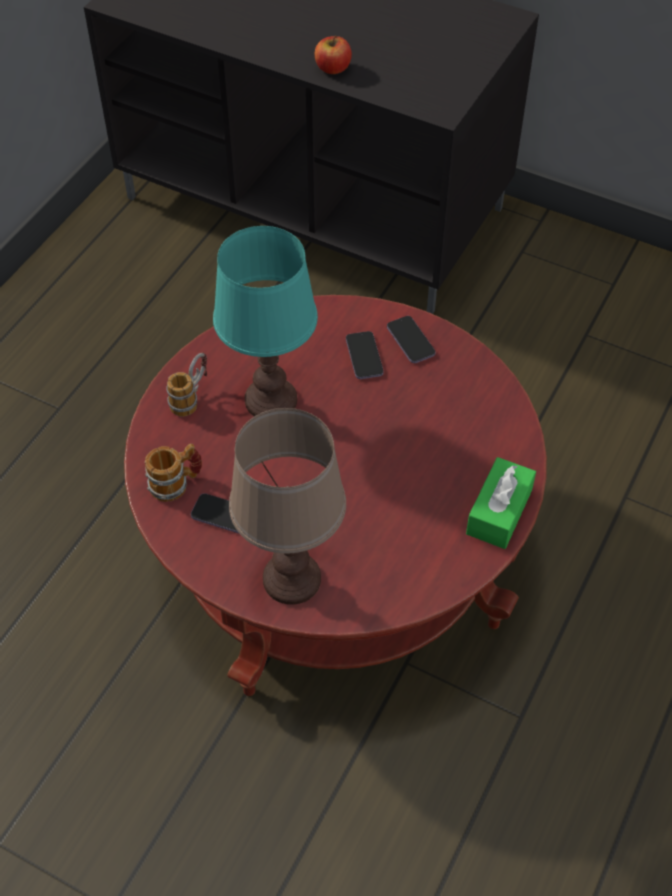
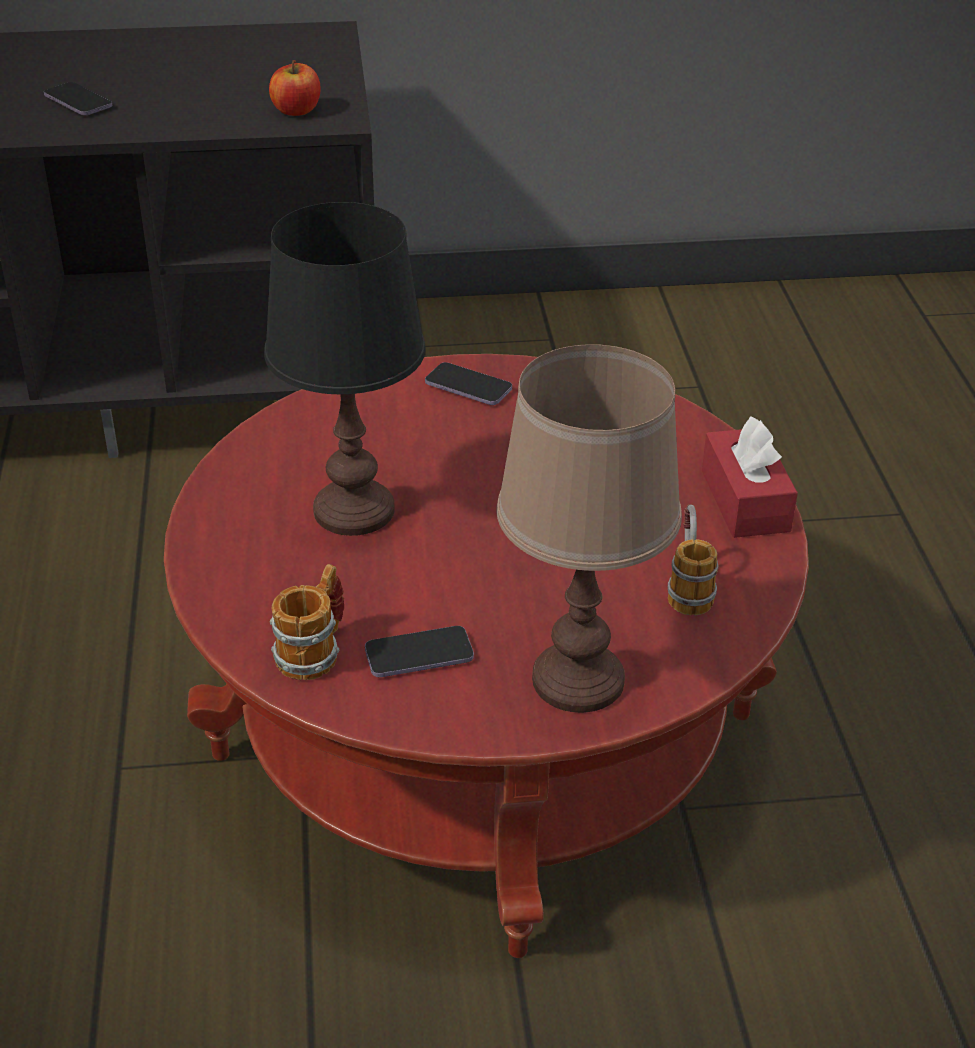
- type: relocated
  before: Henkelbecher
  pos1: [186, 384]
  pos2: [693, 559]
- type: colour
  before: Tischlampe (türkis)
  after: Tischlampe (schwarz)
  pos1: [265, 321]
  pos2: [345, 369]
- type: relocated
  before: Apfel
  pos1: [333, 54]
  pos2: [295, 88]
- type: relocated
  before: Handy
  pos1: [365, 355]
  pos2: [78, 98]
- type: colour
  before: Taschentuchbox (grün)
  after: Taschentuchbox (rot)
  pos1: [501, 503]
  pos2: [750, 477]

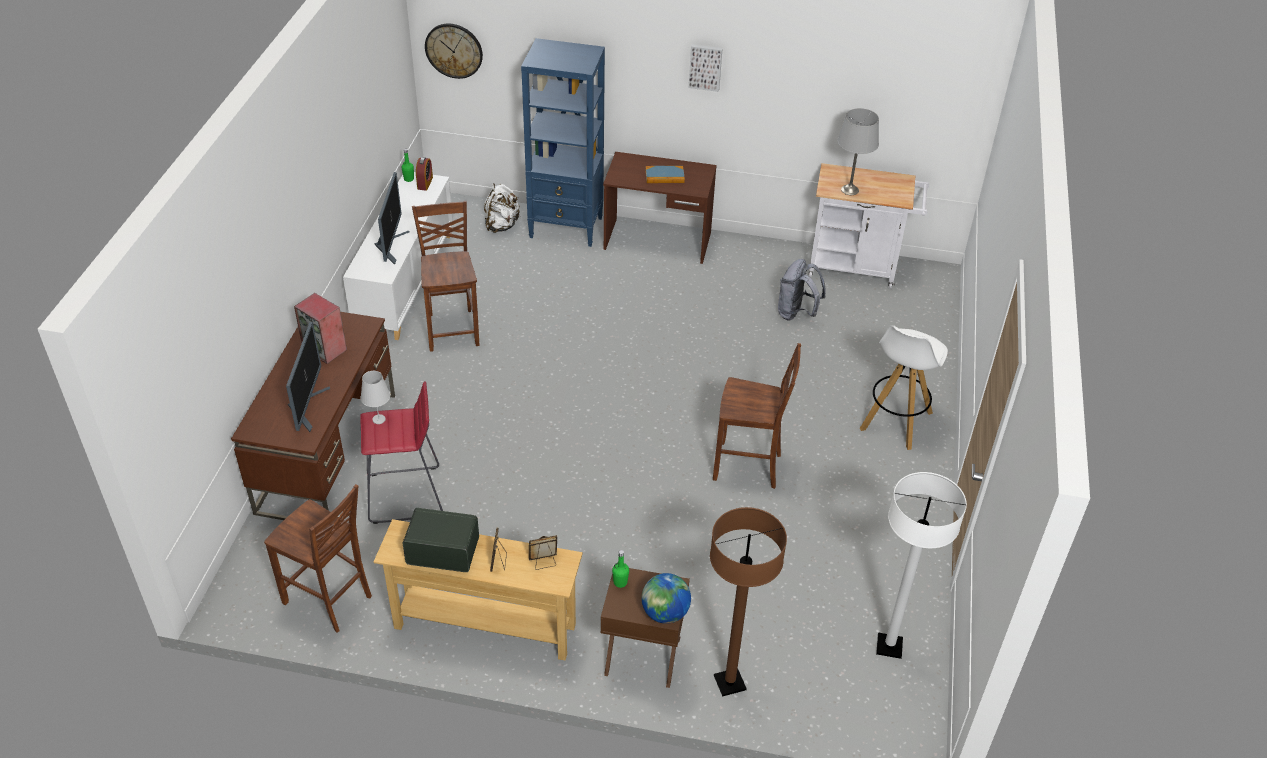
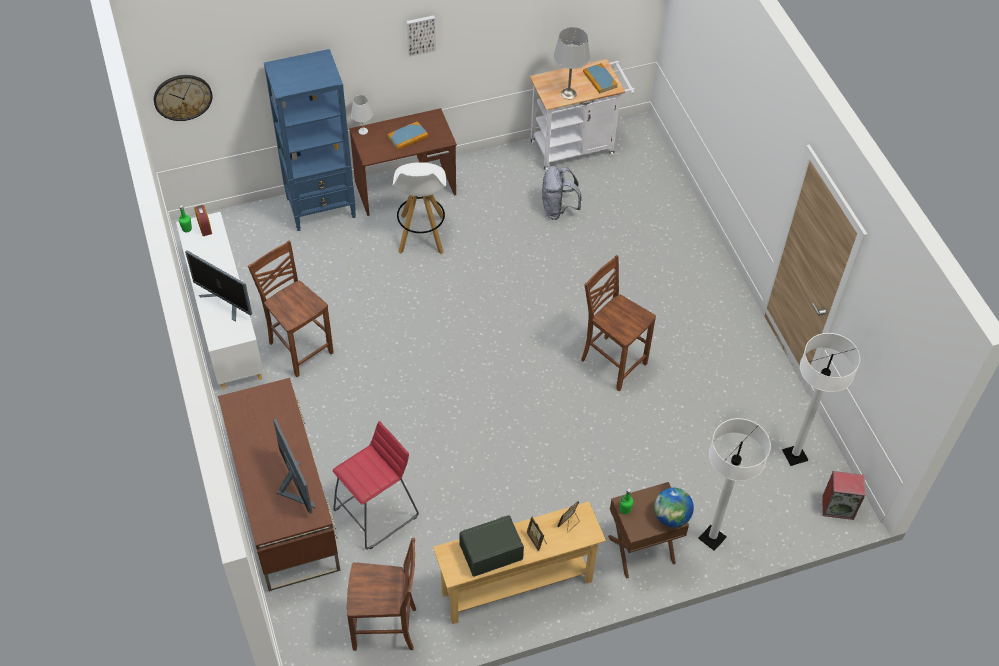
- type: relocated
  before: Lautsprecher
  pos1: [320, 328]
  pos2: [843, 495]
- type: relocated
  before: Tischlampe (weiß)
  pos1: [375, 397]
  pos2: [362, 115]
- type: spun
  before: Monitor
  pos1: [391, 218]
  pos2: [218, 285]
  turn: 150
- type: missing
  before: Rucksack (weiß)
  pos1: [502, 208]
- type: colour
  before: Stehlampe (braun)
  after: Stehlampe (weiß)
  pos1: [748, 602]
  pos2: [734, 484]
- type: spun
  before: Stuhl (braun)
  pos1: [757, 416]
  pos2: [618, 323]
  turn: -120
- type: relocated
  before: Hocker (weiß)
  pos1: [904, 387]
  pos2: [419, 208]
- type: appeared
  after: Buch
  pos2: [600, 78]

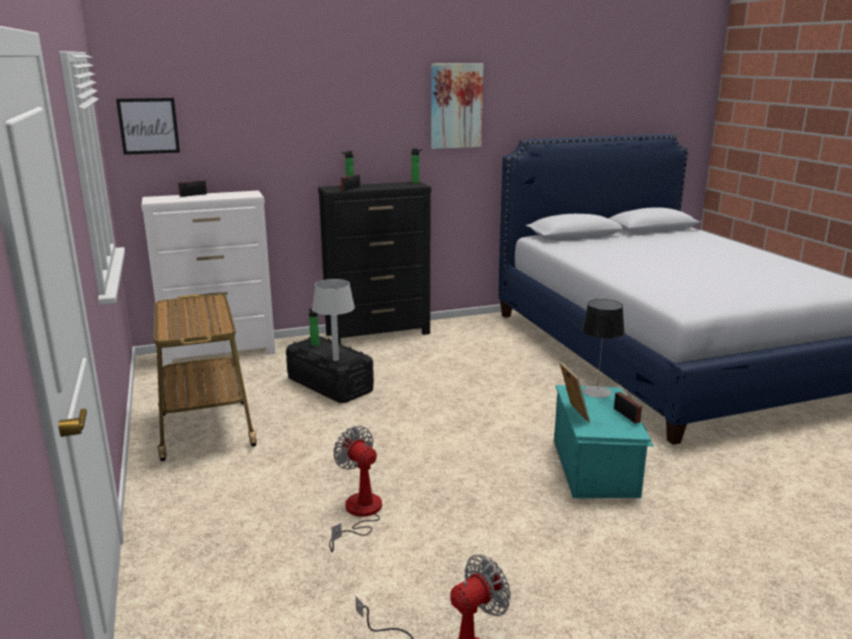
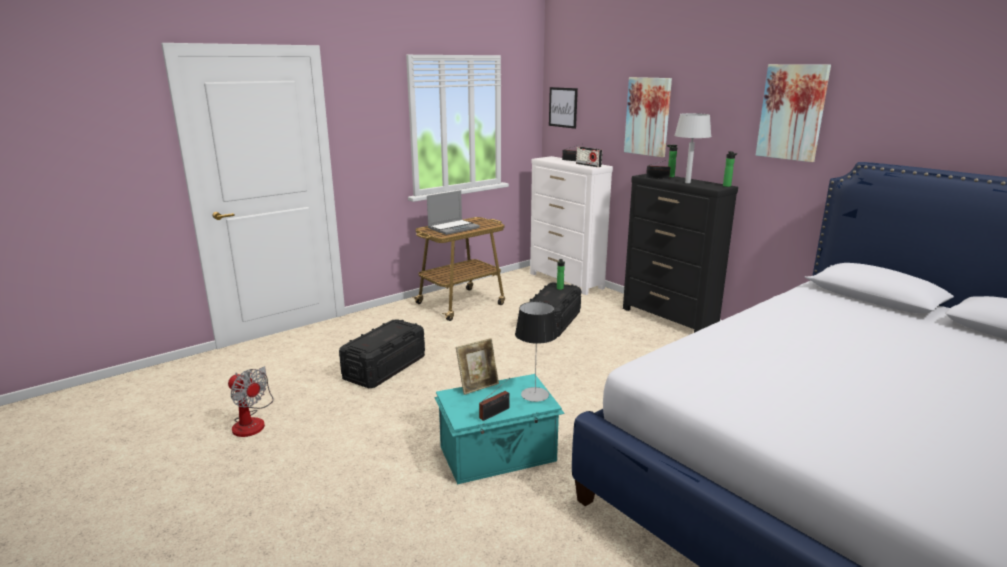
- type: relocated
  before: Tischlampe (grau)
  pos1: [333, 320]
  pos2: [692, 148]
- type: exchanged
  before: Ventilator
  after: Aufbewahrungsbox (schwarz)
  pos1: [355, 489]
  pos2: [382, 353]
- type: appeared
  after: Laptop
  pos2: [453, 212]
- type: appeared
  after: Radio
  pos2: [589, 157]
- type: appeared
  after: Bild
  pos2: [648, 117]

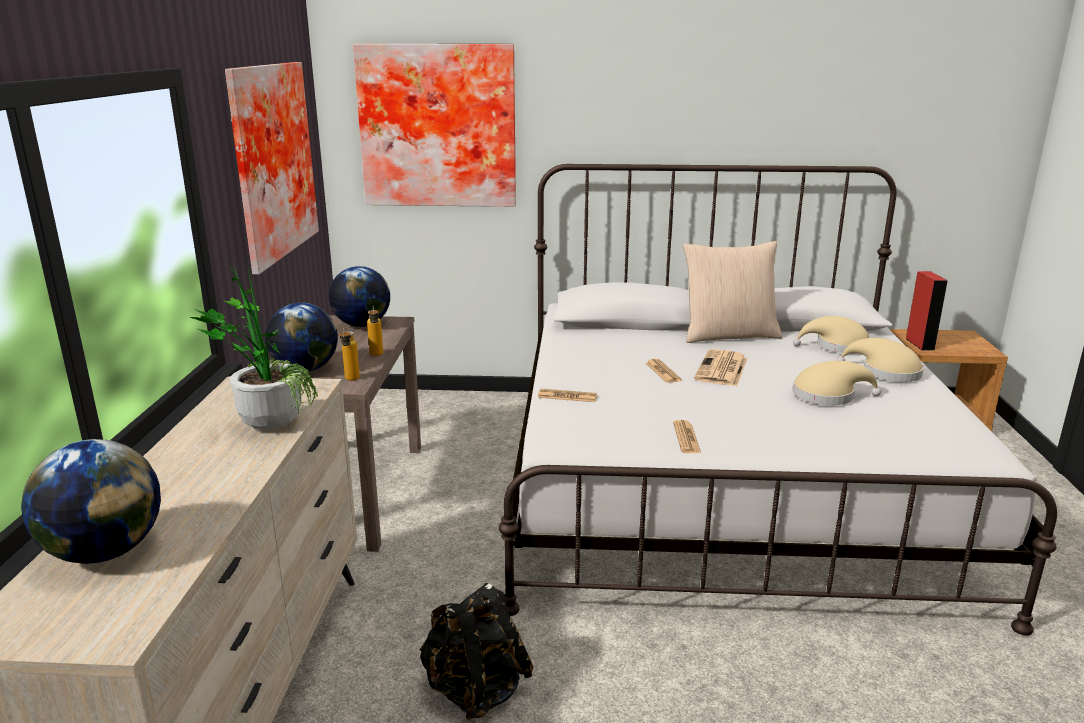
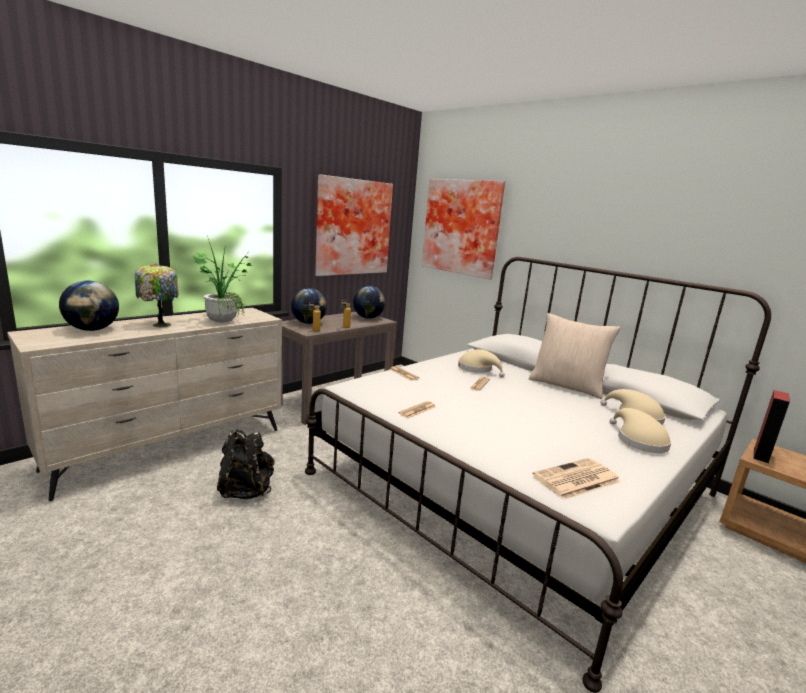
- type: relocated
  before: Zeitung
  pos1: [721, 367]
  pos2: [576, 479]
- type: relocated
  before: Hut (beige)
  pos1: [836, 383]
  pos2: [481, 363]
- type: appeared
  after: Tischlampe
  pos2: [156, 296]

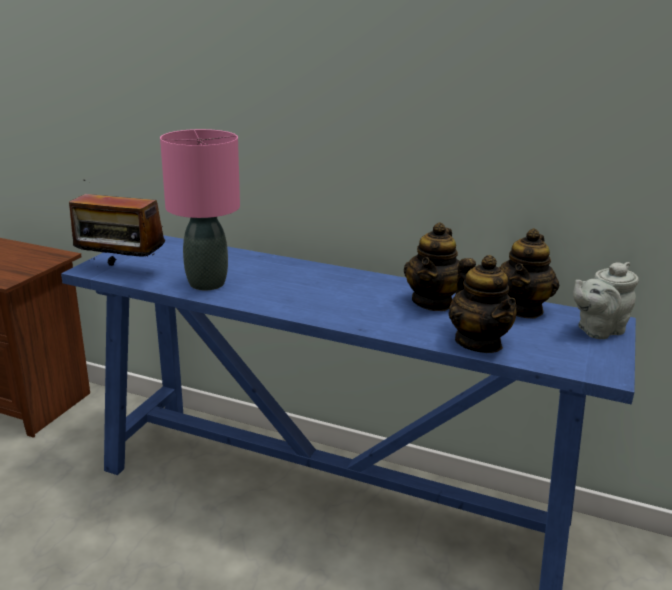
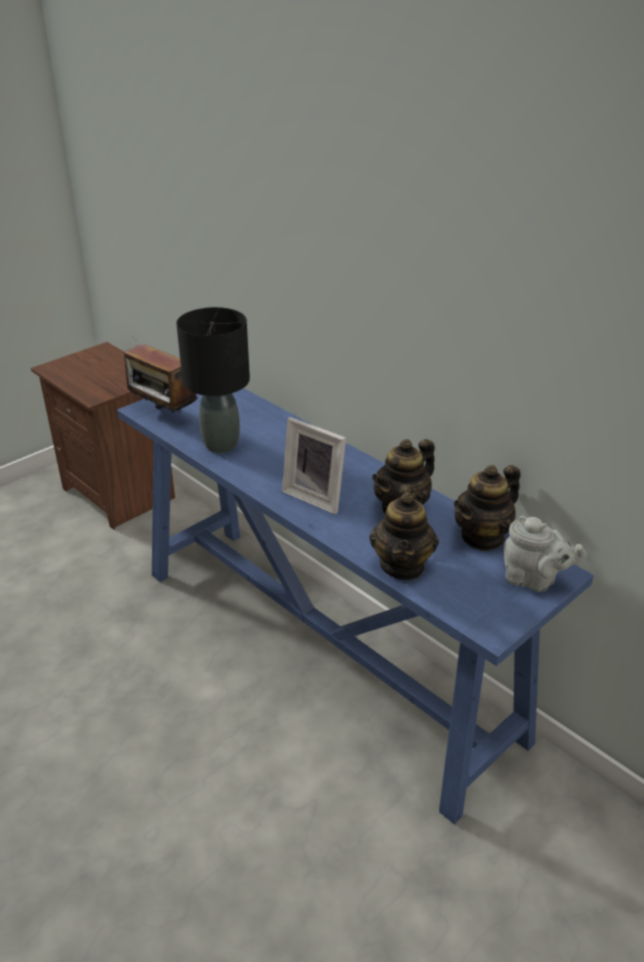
- type: colour
  before: Tischlampe (rosa)
  after: Tischlampe (schwarz)
  pos1: [200, 209]
  pos2: [213, 380]
- type: spun
  before: Teekanne (grau)
  pos1: [606, 300]
  pos2: [545, 554]
  turn: -150
- type: appeared
  after: Bilderrahmen
  pos2: [314, 465]

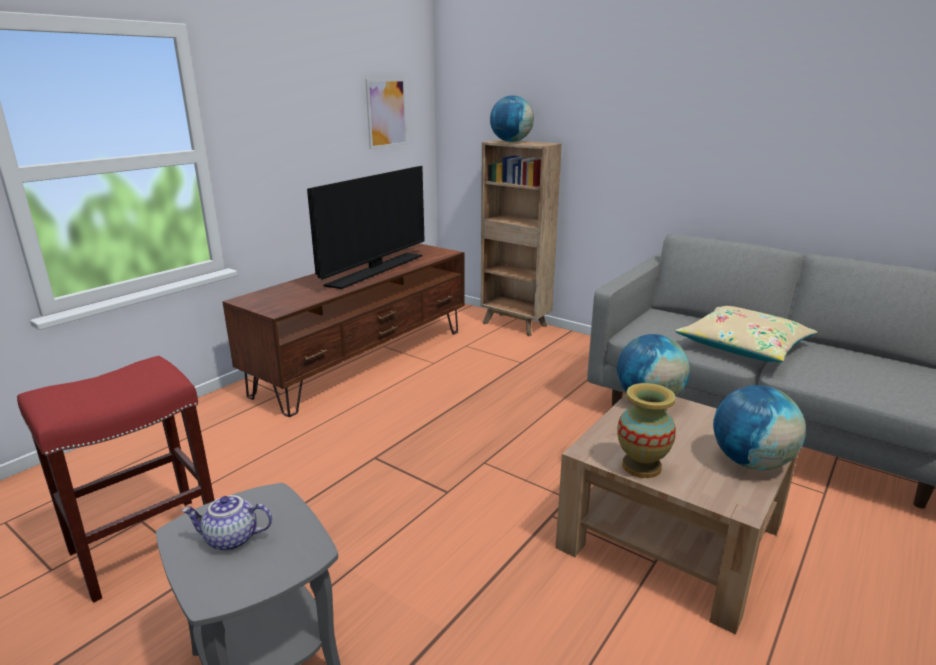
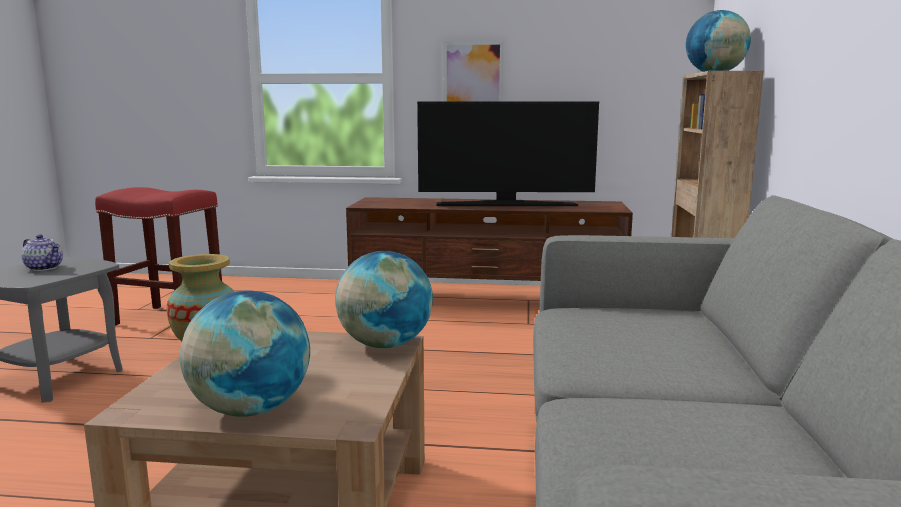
- type: spun
  before: Teekanne
  pos1: [227, 523]
  pos2: [42, 252]
  turn: 150
- type: relocated
  before: Bild
  pos1: [386, 113]
  pos2: [473, 71]
- type: missing
  before: Kissen (beige)
  pos1: [746, 334]

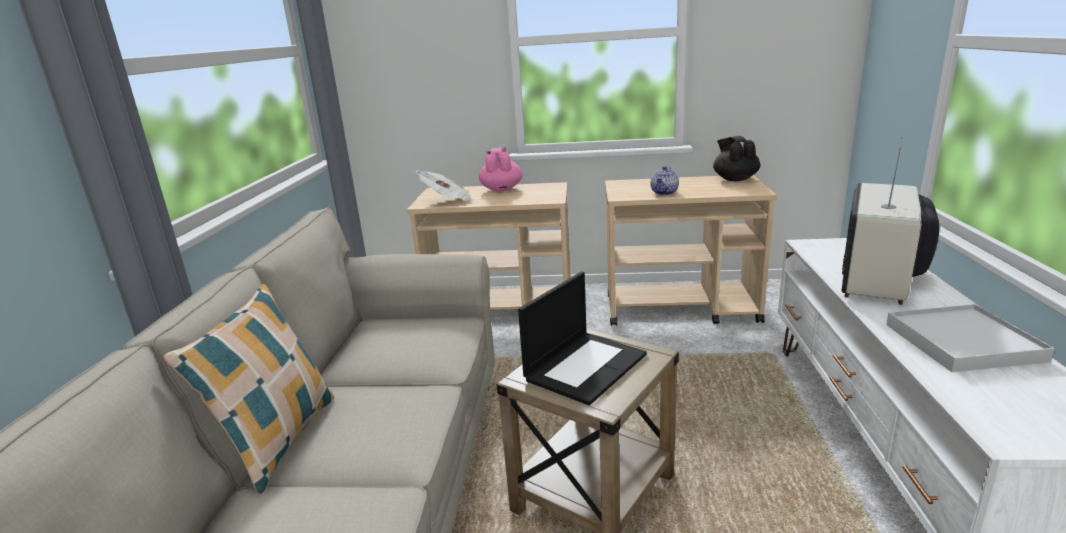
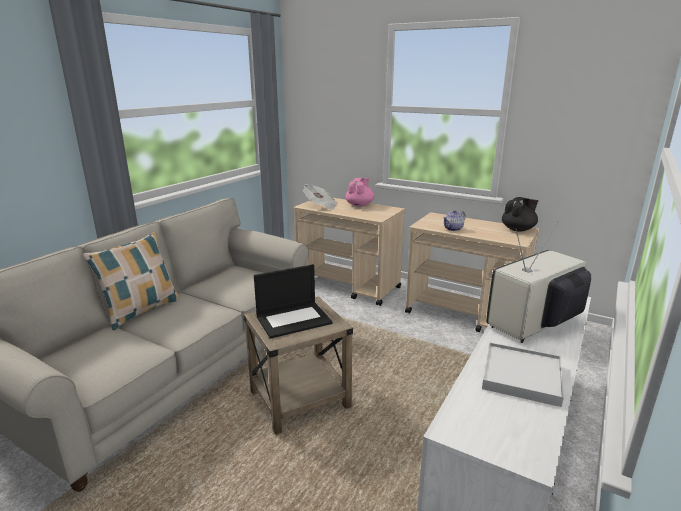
- type: spun
  before: Teekanne (schwarz)
  pos1: [736, 158]
  pos2: [520, 214]
  turn: 45

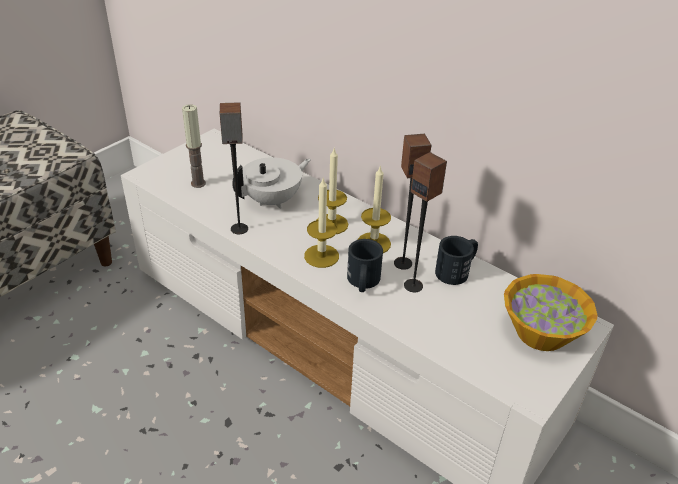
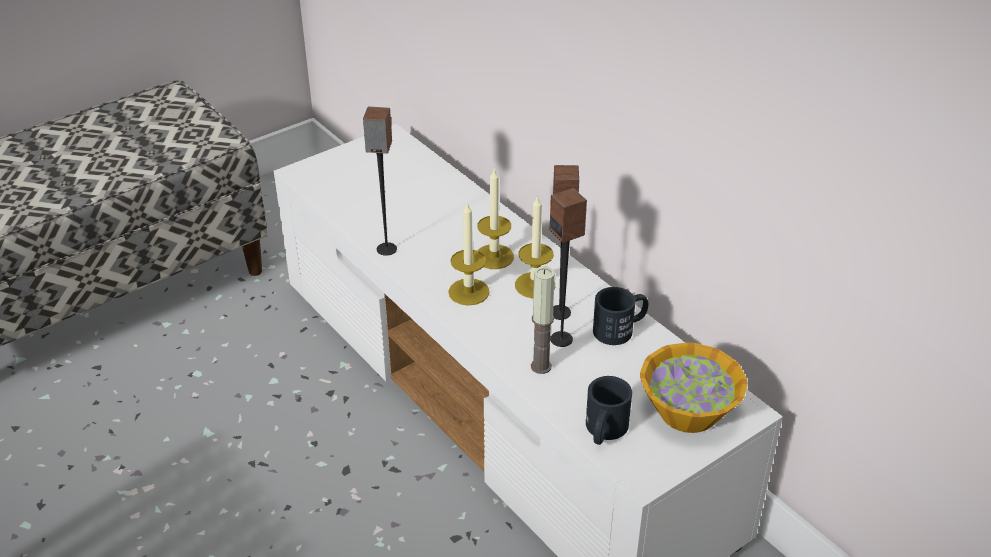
- type: relocated
  before: Kerze
  pos1: [194, 146]
  pos2: [543, 320]
- type: missing
  before: Teekanne (weiß)
  pos1: [271, 183]
- type: relocated
  before: Henkelbecher (schwarz)
  pos1: [365, 265]
  pos2: [609, 410]

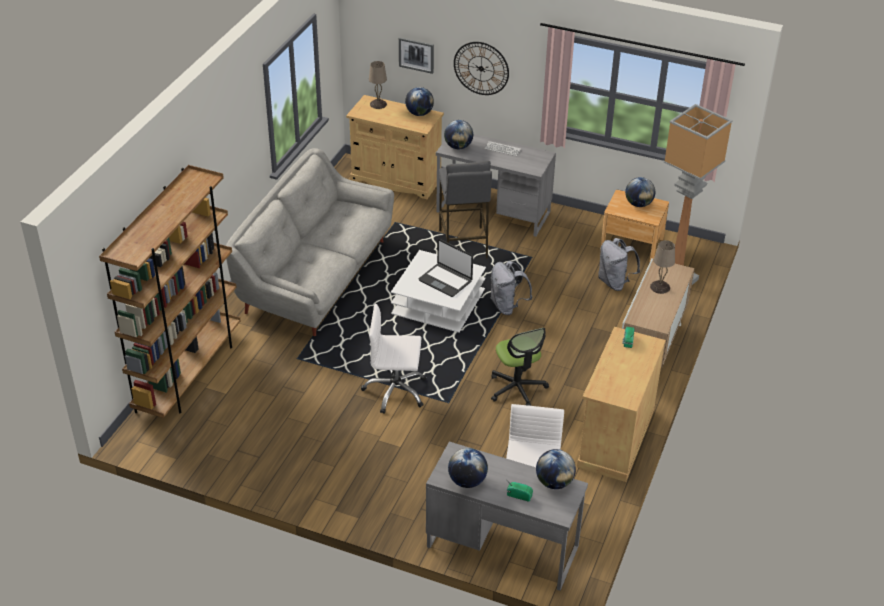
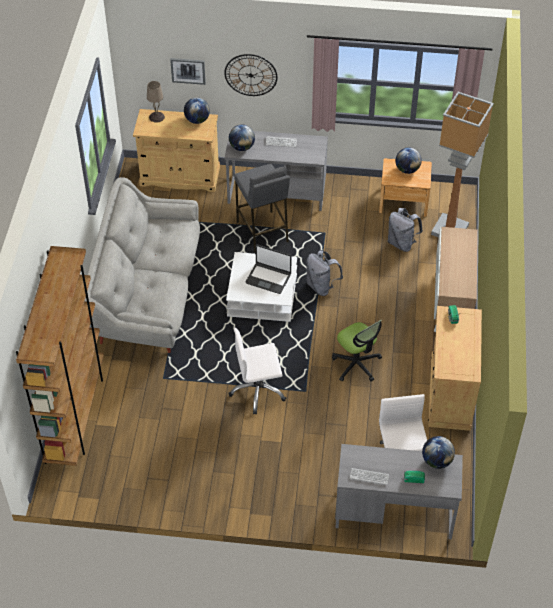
- type: exchanged
  before: Globus
  after: Tastatur
  pos1: [468, 468]
  pos2: [369, 476]
- type: missing
  before: Tischlampe (beige)
  pos1: [662, 267]

